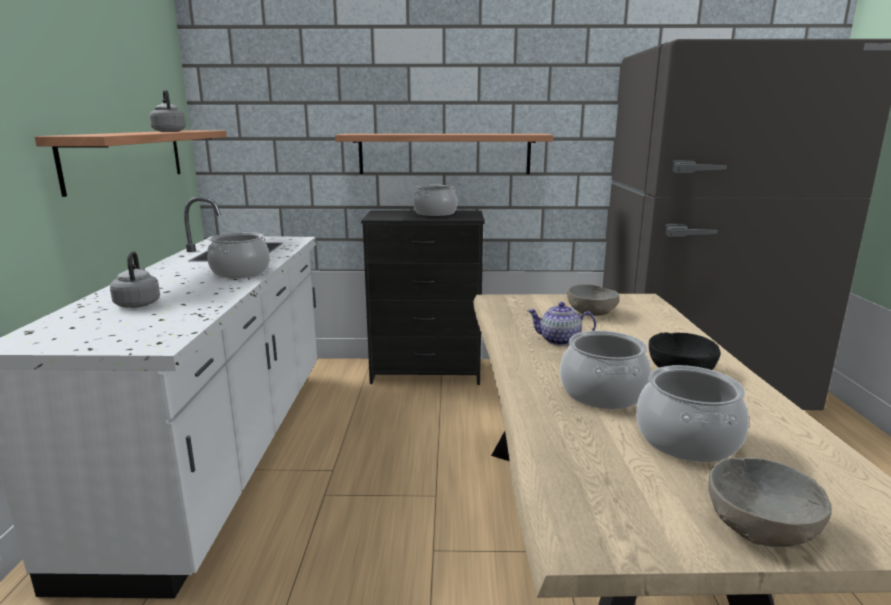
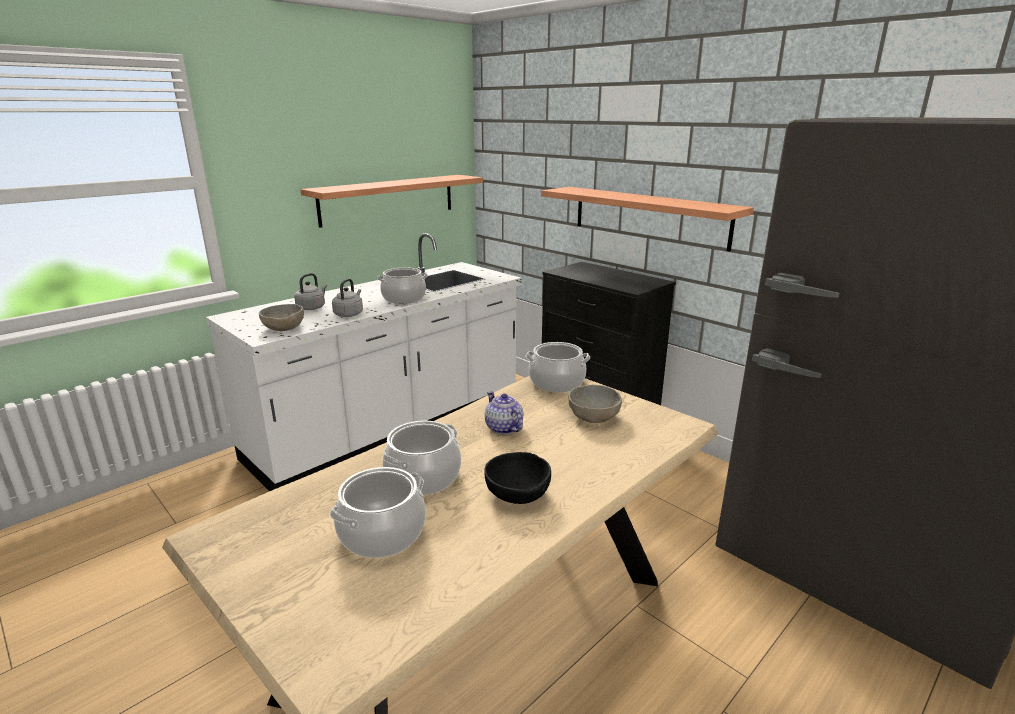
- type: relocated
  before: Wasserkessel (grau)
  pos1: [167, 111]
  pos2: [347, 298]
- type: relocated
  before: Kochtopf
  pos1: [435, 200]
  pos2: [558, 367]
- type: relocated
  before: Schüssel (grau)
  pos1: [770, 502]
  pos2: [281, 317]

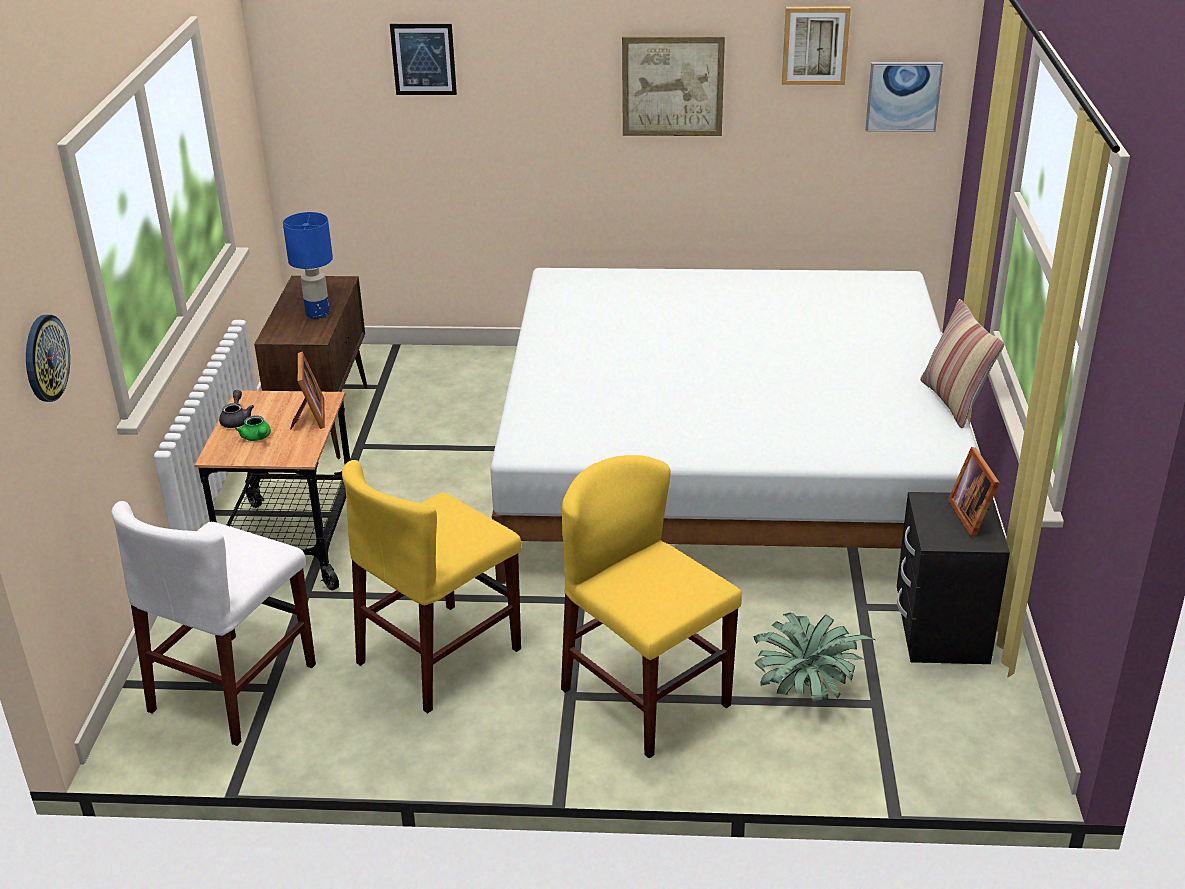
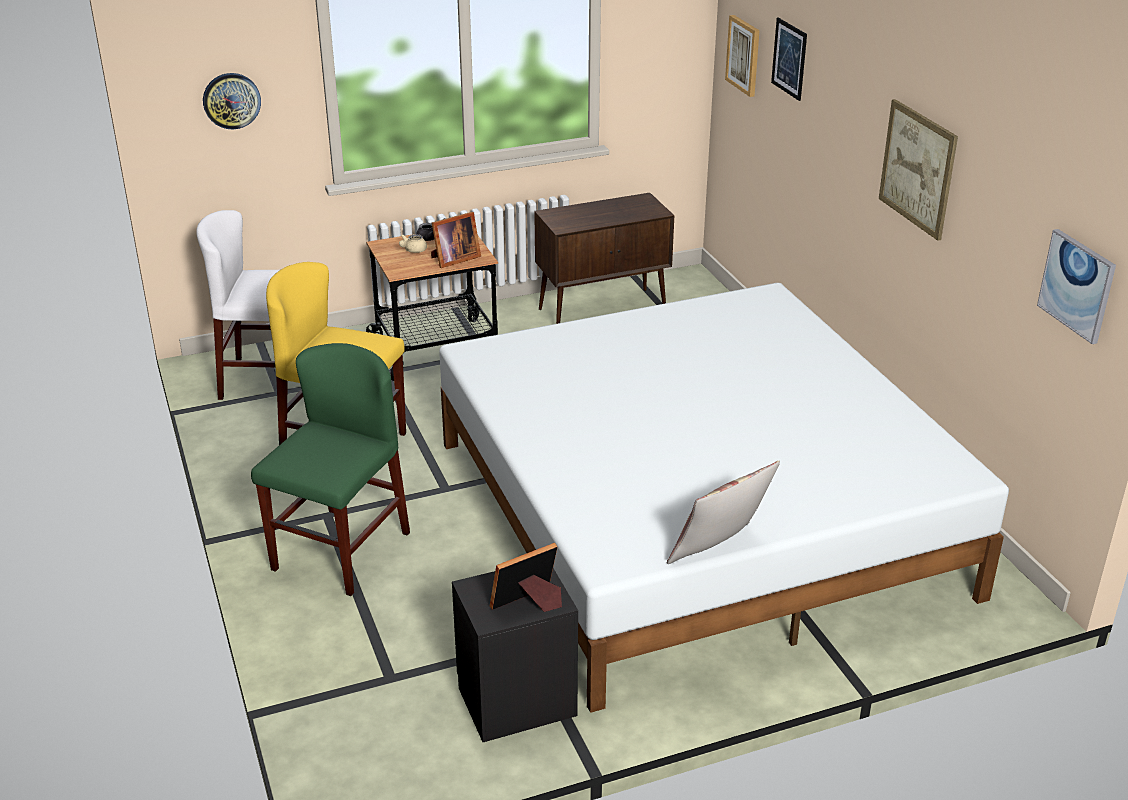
- type: colour
  before: Teekanne (grün)
  after: Teekanne (beige)
  pos1: [253, 428]
  pos2: [413, 243]
- type: missing
  before: Tischlampe (blau)
  pos1: [308, 265]
- type: colour
  before: Stuhl (gelb)
  after: Stuhl (grün)
  pos1: [651, 606]
  pos2: [330, 469]
- type: missing
  before: Topfpflanze
  pos1: [814, 657]
- type: relocated
  before: Bild
  pos1: [816, 46]
  pos2: [742, 56]

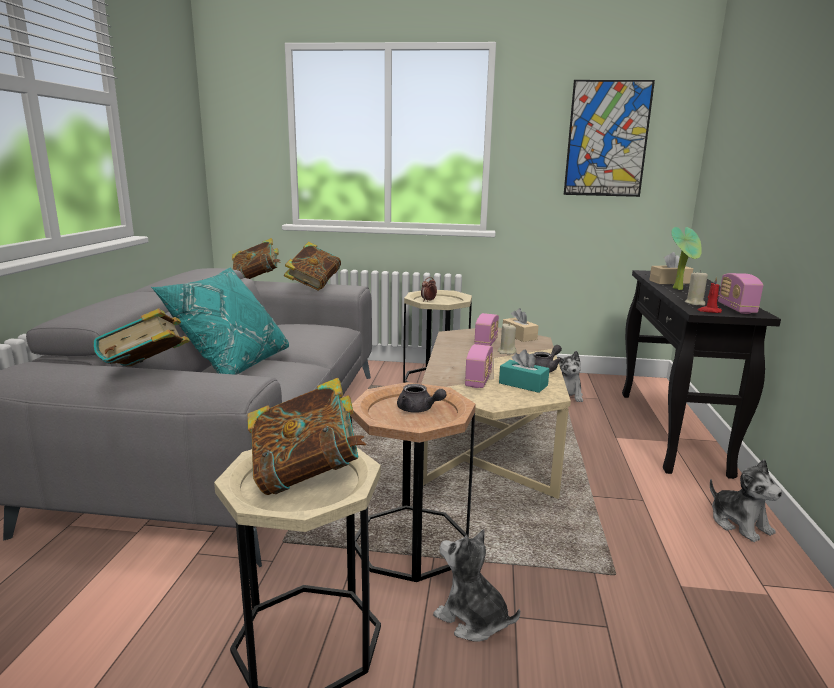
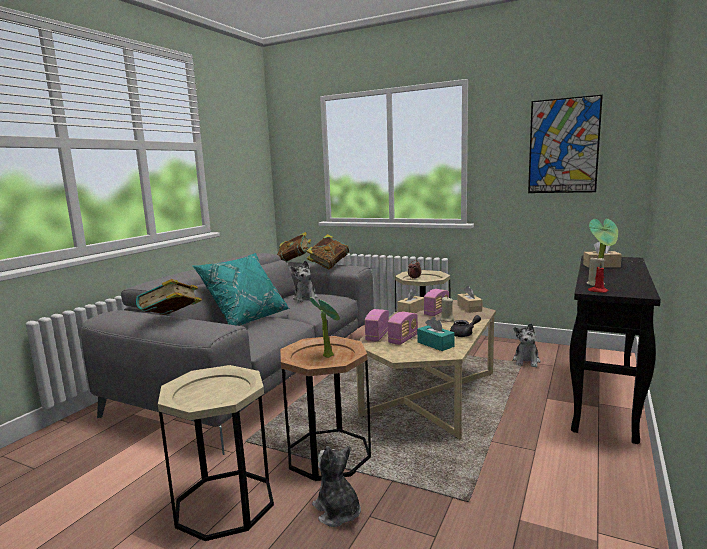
- type: missing
  before: Buch
  pos1: [306, 436]
- type: exchanged
  before: Teekanne (grau)
  after: Topfpflanze
  pos1: [422, 398]
  pos2: [324, 327]
- type: relocated
  before: Plüschtier
  pos1: [746, 500]
  pos2: [304, 281]
- type: relocated
  before: Radio
  pos1: [740, 293]
  pos2: [377, 325]
- type: appeared
  after: Taschentuchbox (beige)
  pos2: [410, 300]

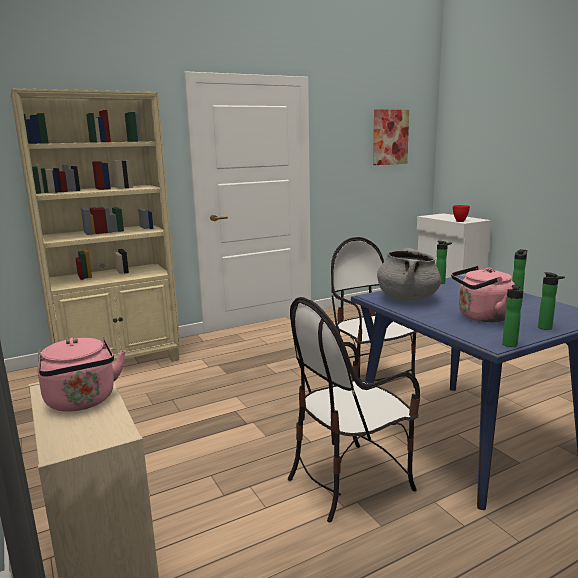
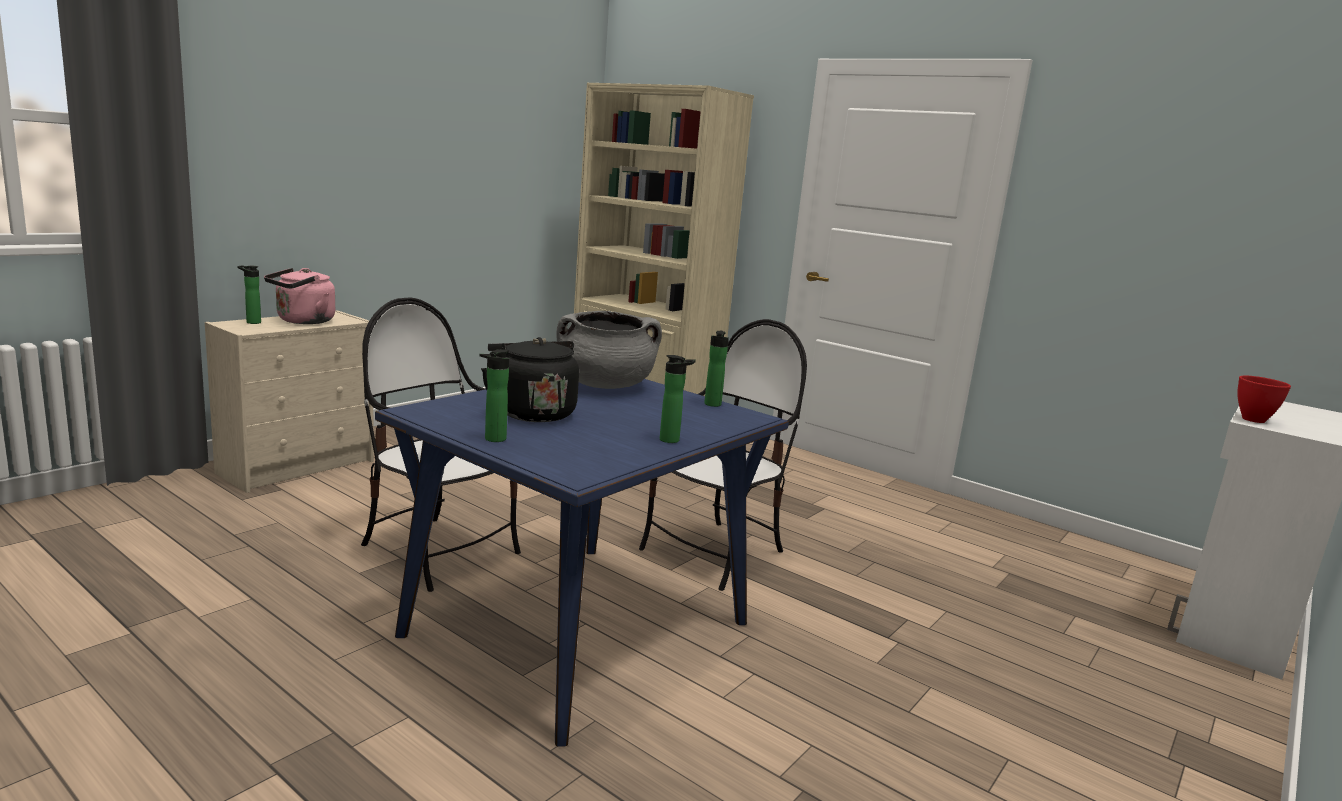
- type: missing
  before: Bild
  pos1: [391, 137]
- type: colour
  before: Wasserkessel (rosa)
  after: Wasserkessel (schwarz)
  pos1: [483, 294]
  pos2: [530, 379]
- type: relocated
  before: Flasche
  pos1: [512, 315]
  pos2: [249, 294]

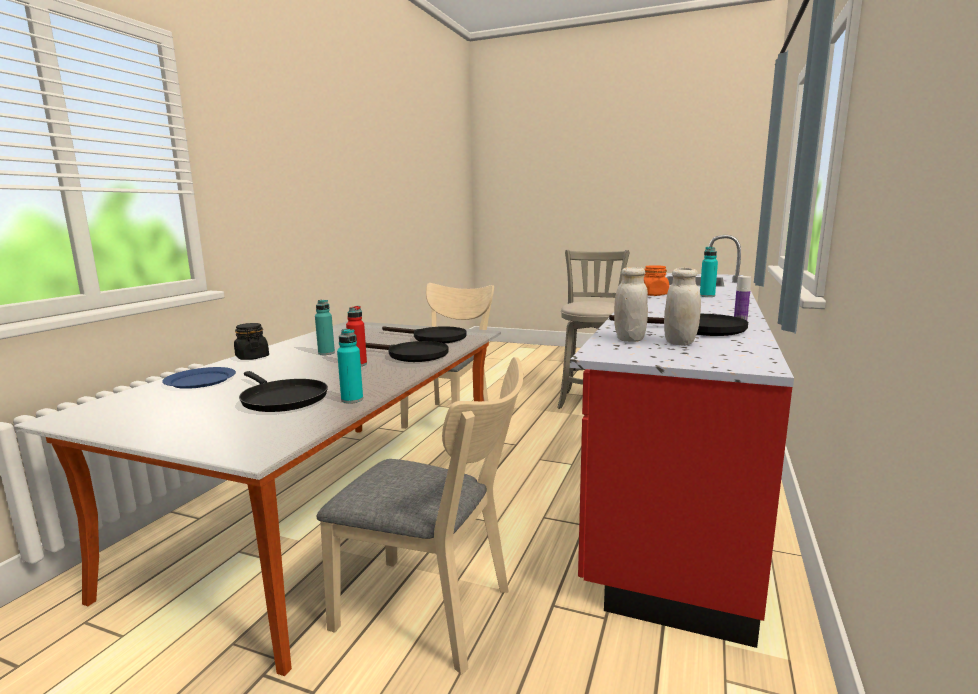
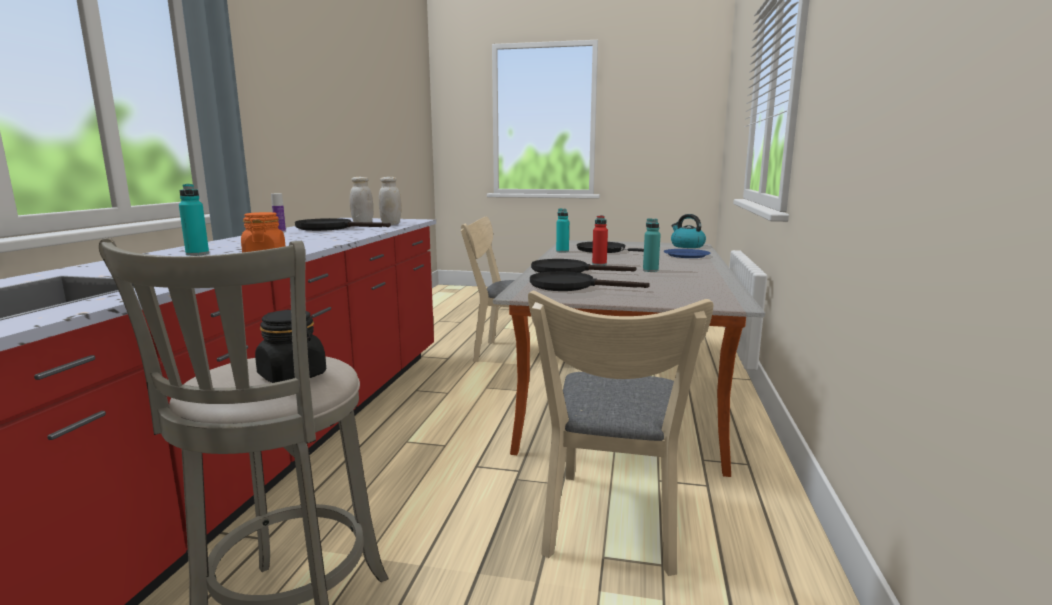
- type: relocated
  before: Vorratsglas (schwarz)
  pos1: [251, 341]
  pos2: [290, 346]
- type: appeared
  after: Wasserkessel
  pos2: [688, 231]

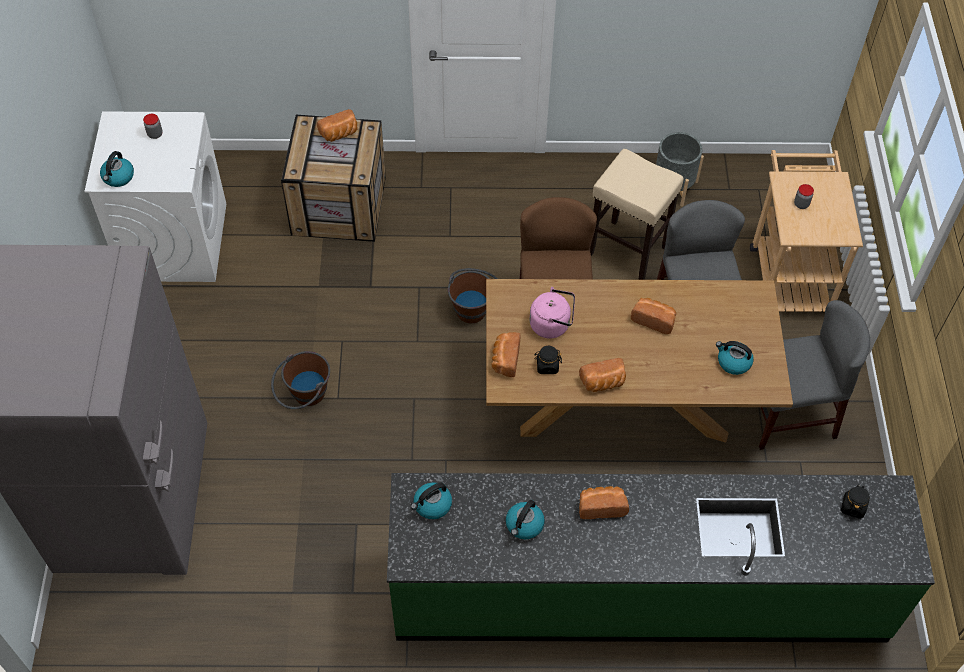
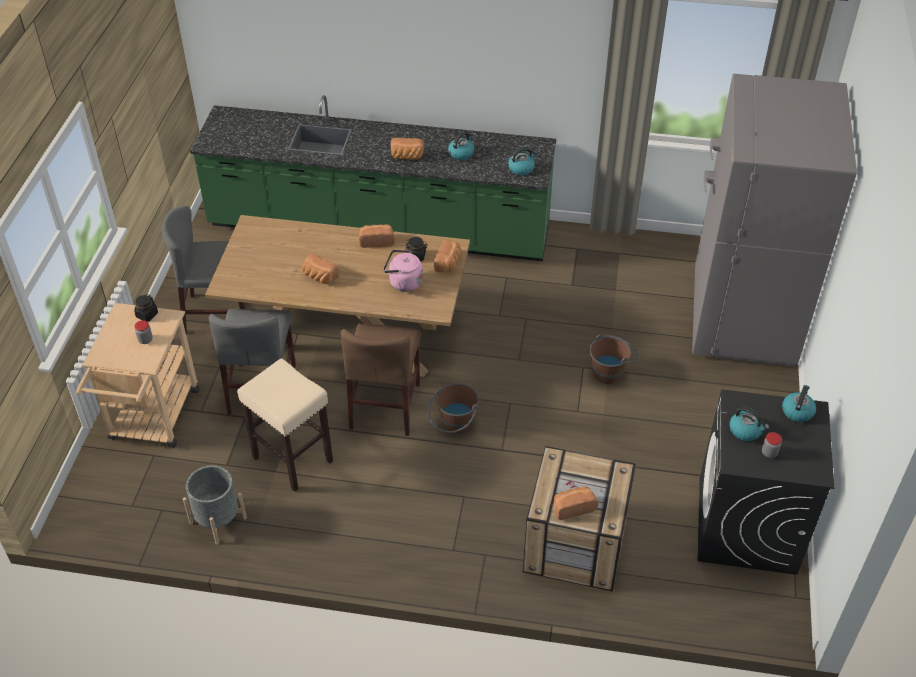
- type: colour
  before: Waschmaschine (weiß)
  after: Waschmaschine (schwarz)
  pos1: [155, 196]
  pos2: [766, 482]
- type: relocated
  before: Wasserkessel
  pos1: [735, 358]
  pos2: [749, 424]
- type: relocated
  before: Vorratsglas (schwarz)
  pos1: [855, 501]
  pos2: [146, 308]

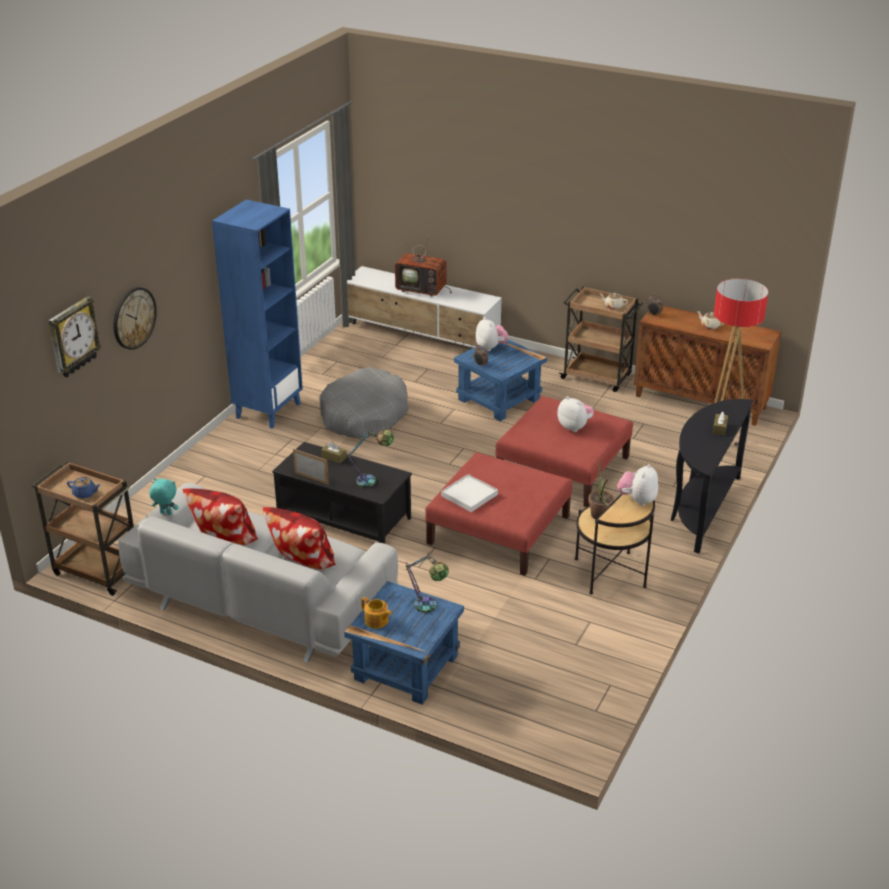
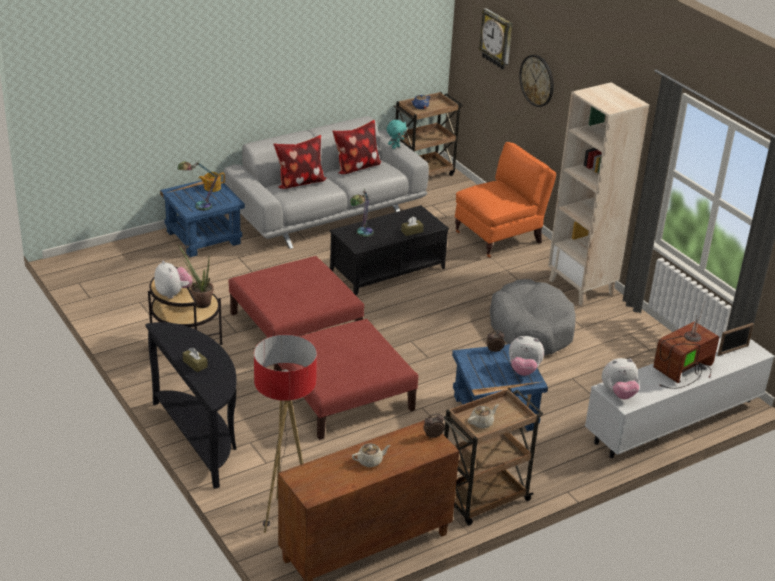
- type: colour
  before: Bücherregal (blau)
  after: Bücherregal (beige)
  pos1: [257, 314]
  pos2: [598, 194]
- type: relocated
  before: Bilderrahmen
  pos1: [311, 467]
  pos2: [736, 339]
- type: missing
  before: Tablett (weiß)
  pos1: [469, 493]
- type: relocated
  before: Plüschtier
  pos1: [575, 414]
  pos2: [620, 378]
- type: appeared
  after: Sessel (orange)
  pos2: [505, 200]

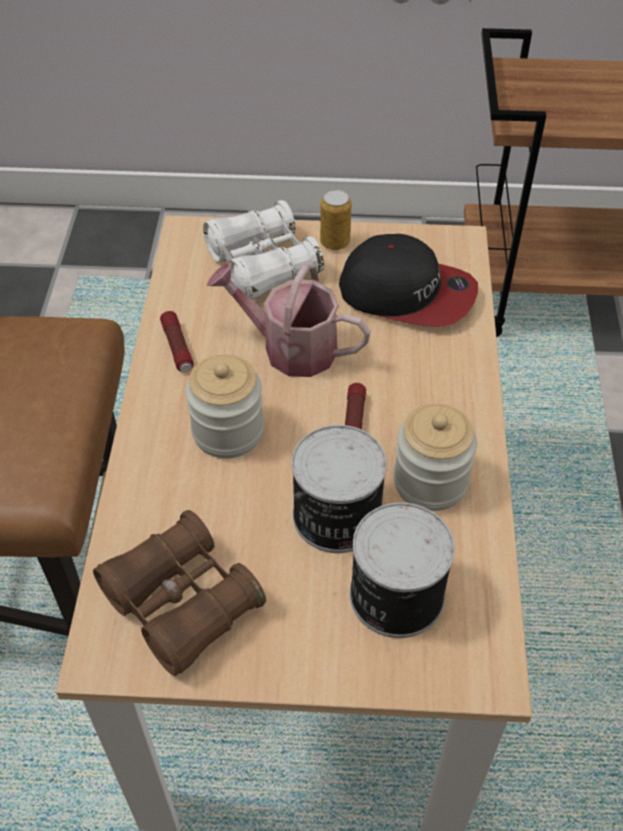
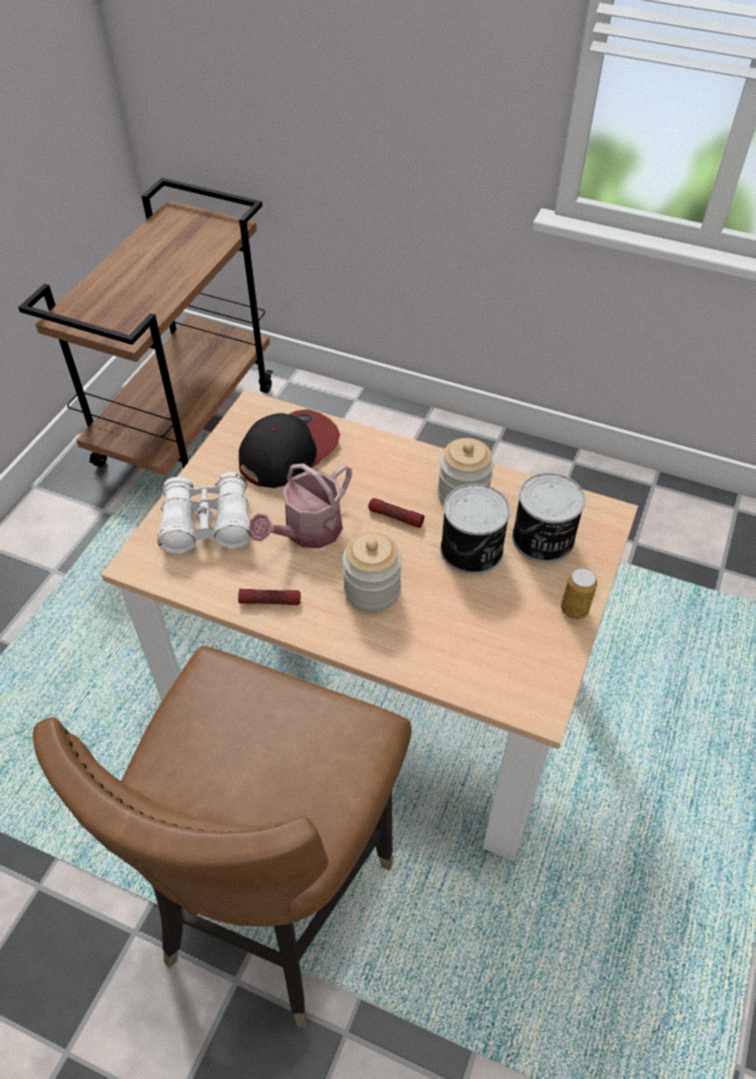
- type: missing
  before: Fernglas (braun)
  pos1: [179, 593]
- type: relocated
  before: Dose
  pos1: [336, 219]
  pos2: [579, 593]

